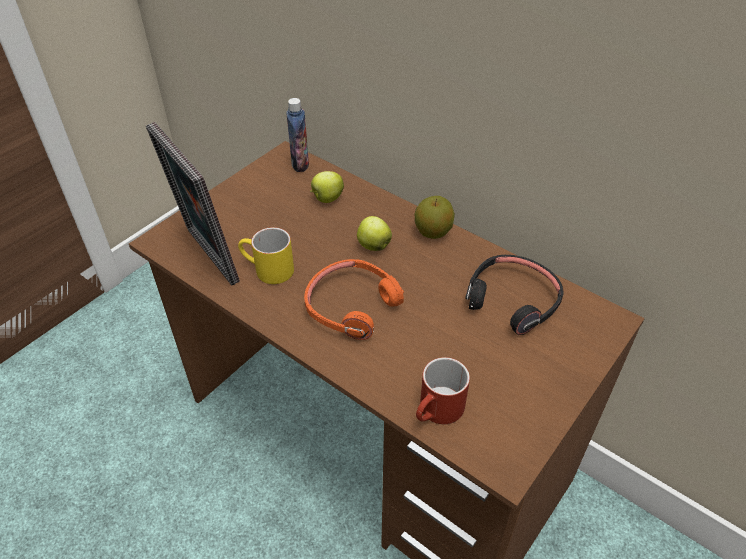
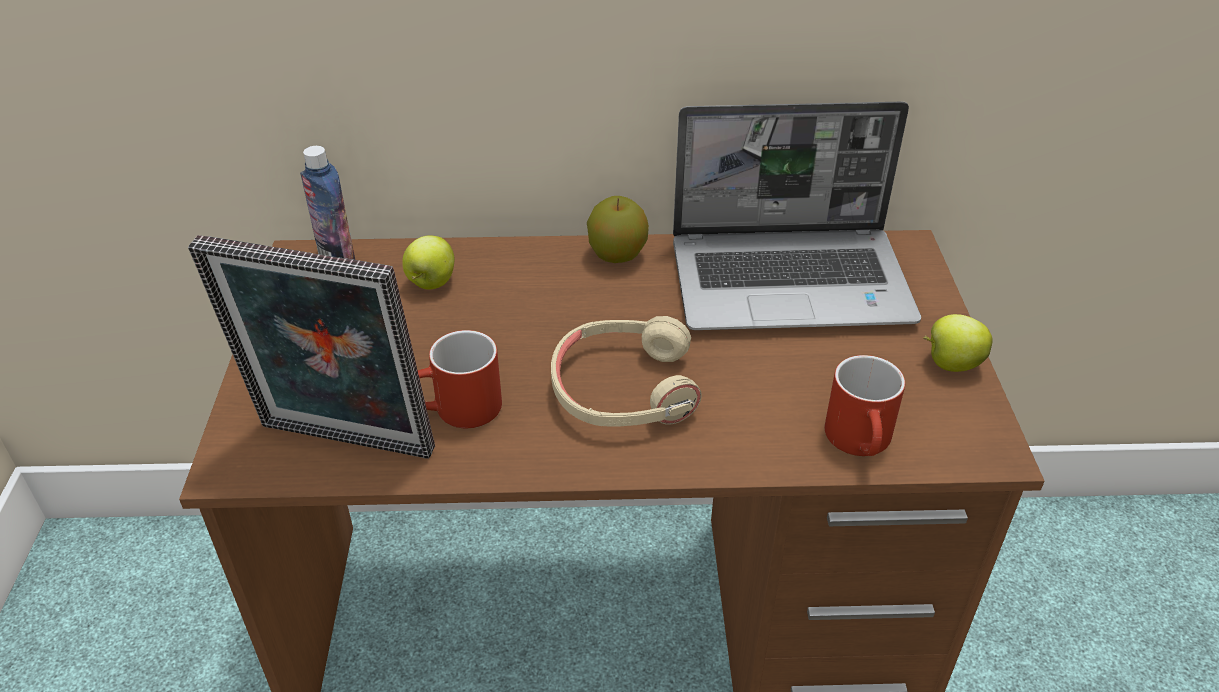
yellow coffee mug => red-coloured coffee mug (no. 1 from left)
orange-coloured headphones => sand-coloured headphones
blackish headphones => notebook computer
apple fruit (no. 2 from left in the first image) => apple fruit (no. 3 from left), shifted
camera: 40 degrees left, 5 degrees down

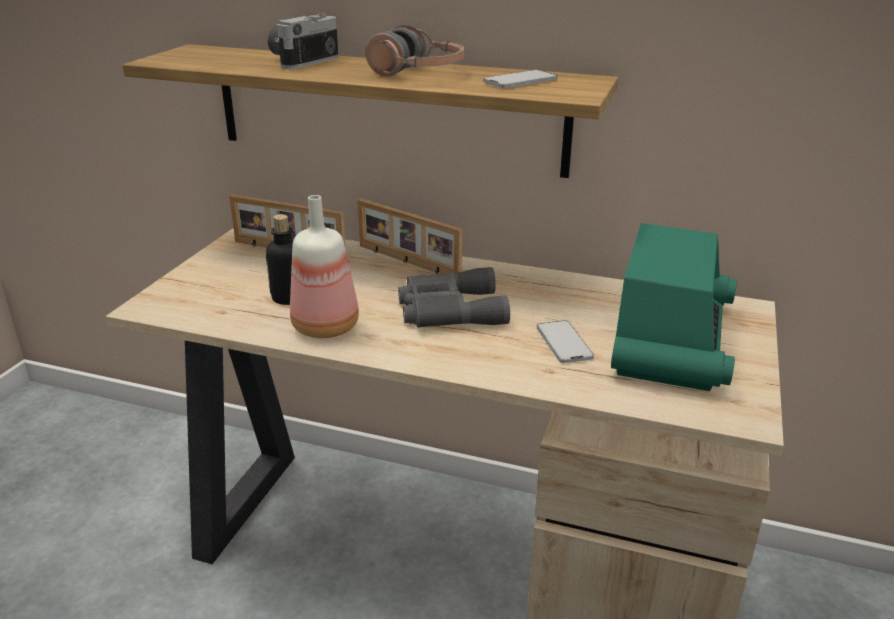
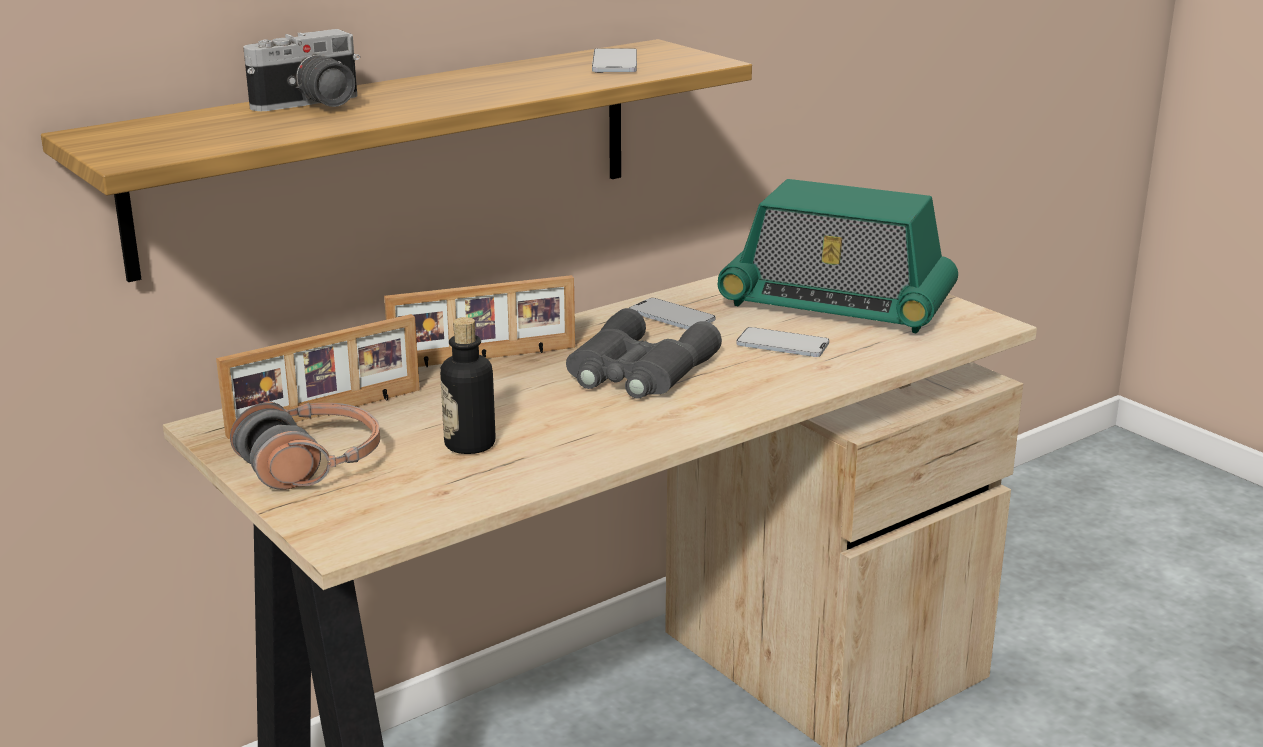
headphones, shifted
photo camera, 105 degrees counterclockwise
nothing => handset (no. 2 from left)
radio, 150 degrees clockwise
drink bottle (no. 2 from left) => nothing
camera: 55 degrees left, 5 degrees down

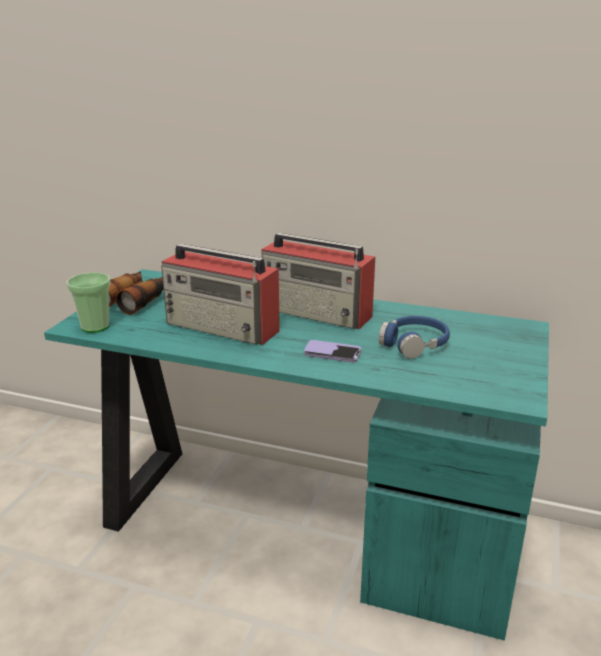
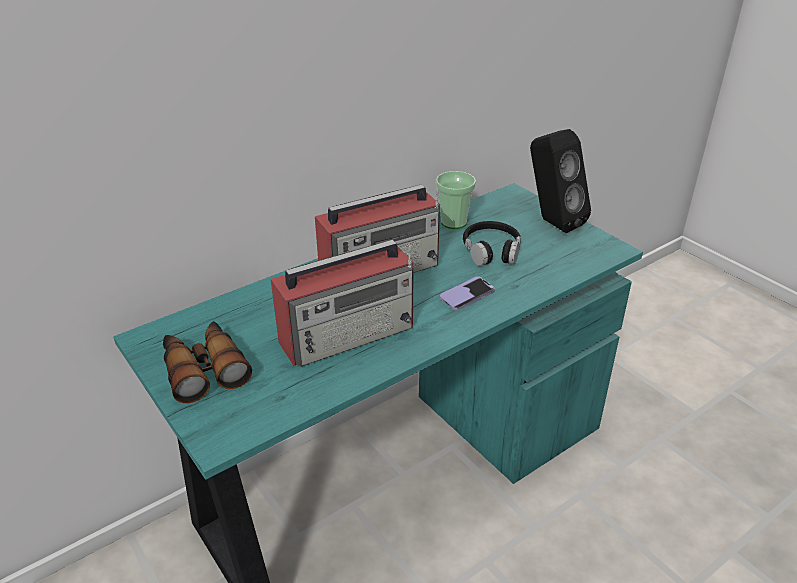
cup, shifted
bluish headphones => blackish headphones
nothing => blackish loudspeaker
camera: 55 degrees left, 10 degrees up

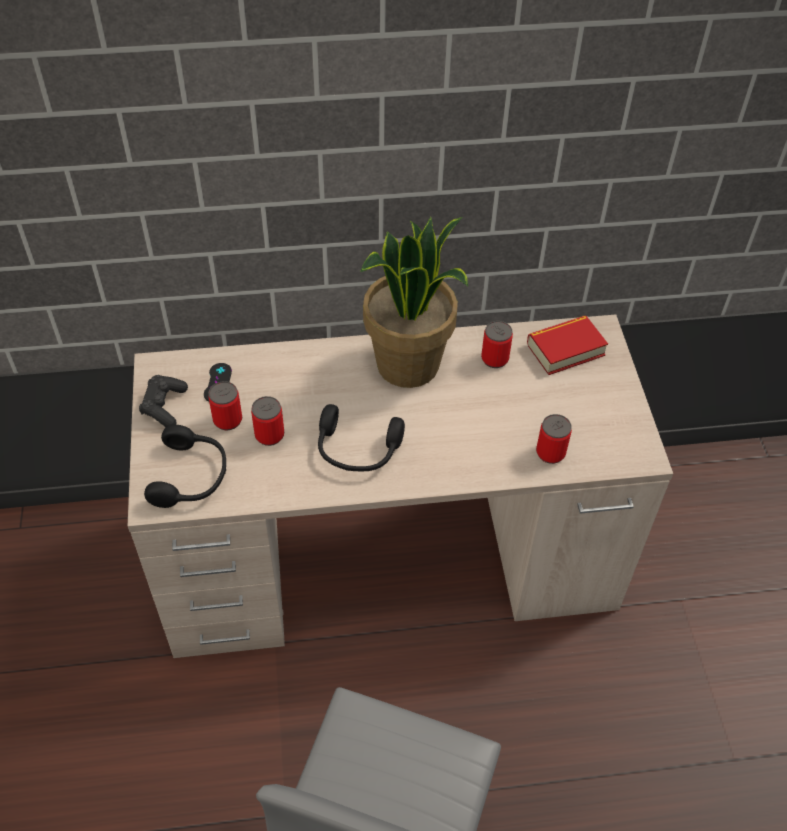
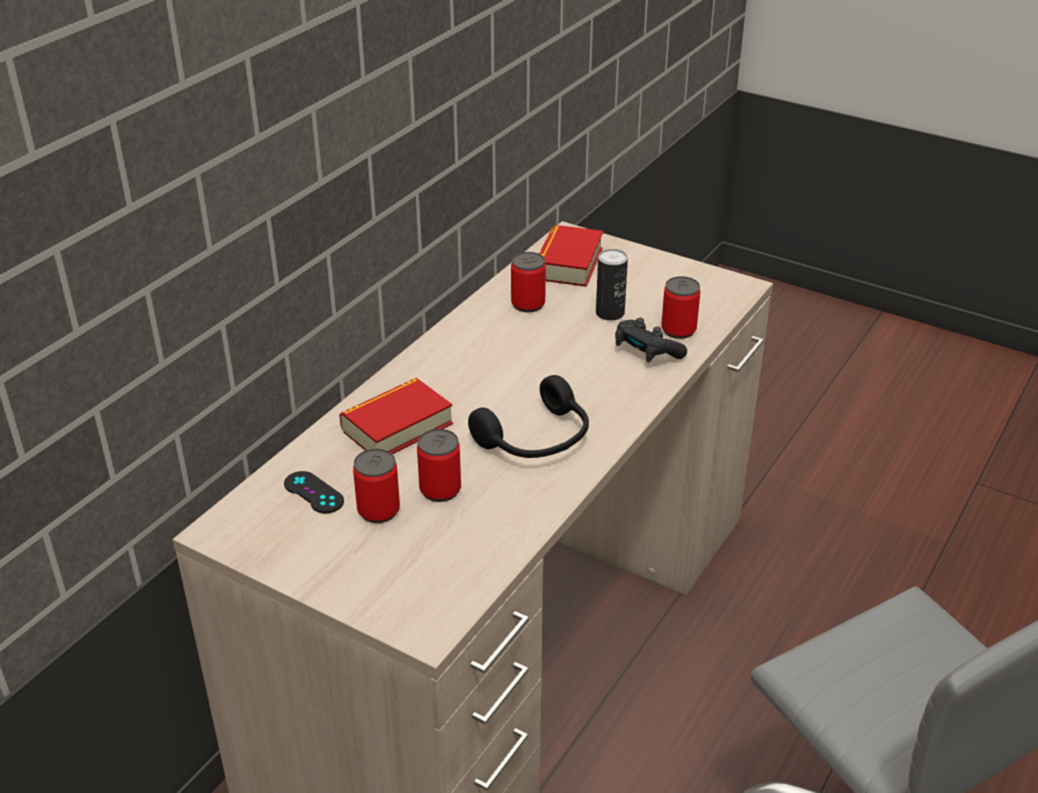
nothing => book (no. 1 from left)
nothing => sealed can (no. 4 from left)
blackish joypad (no. 1 from left in the first image) => blackish joypad (no. 2 from left), shifted
blackish headphones (no. 1 from left) => nothing
potted plant => nothing
camera: 50 degrees left, 15 degrees down

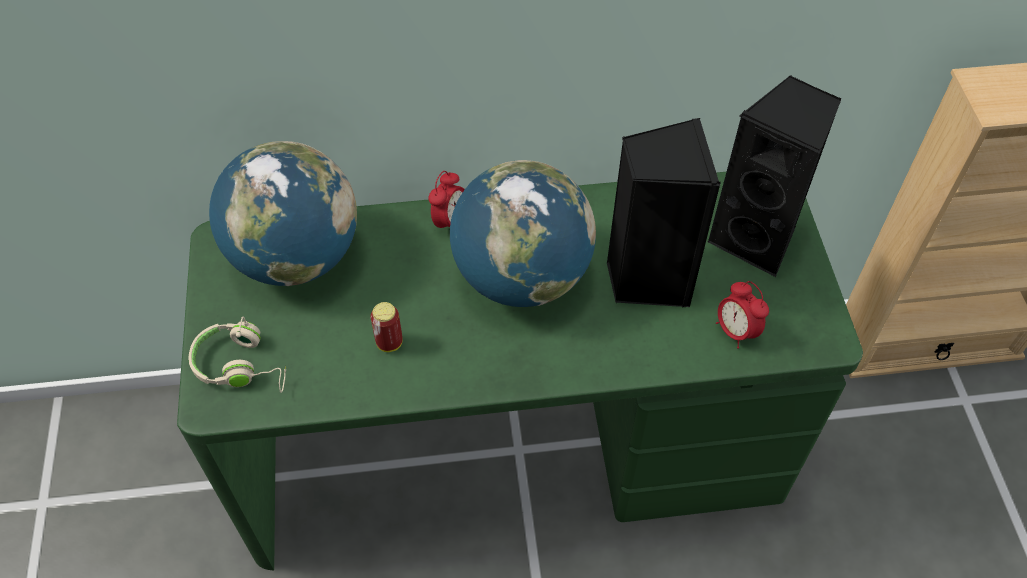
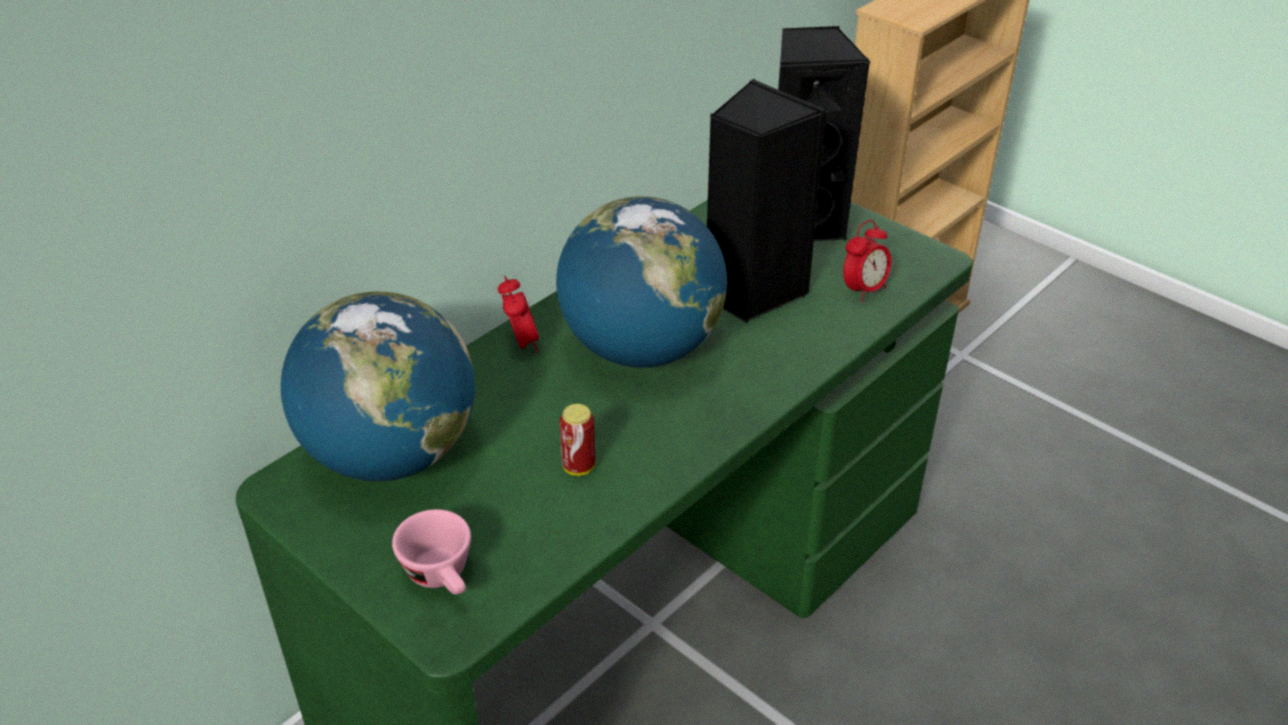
sand-coloured headphones => pink cup
alarm clock (no. 2 from left), 60 degrees counterclockwise
camera: 40 degrees left, 15 degrees down

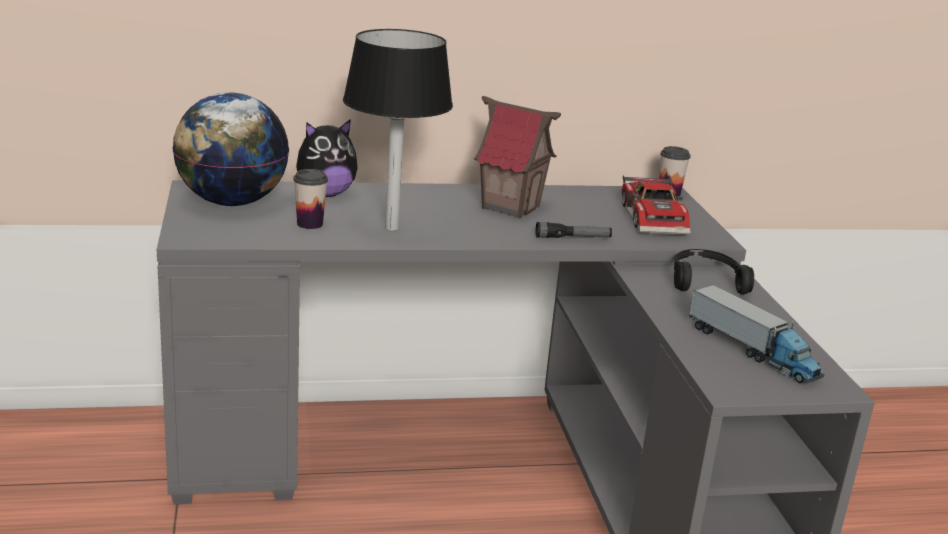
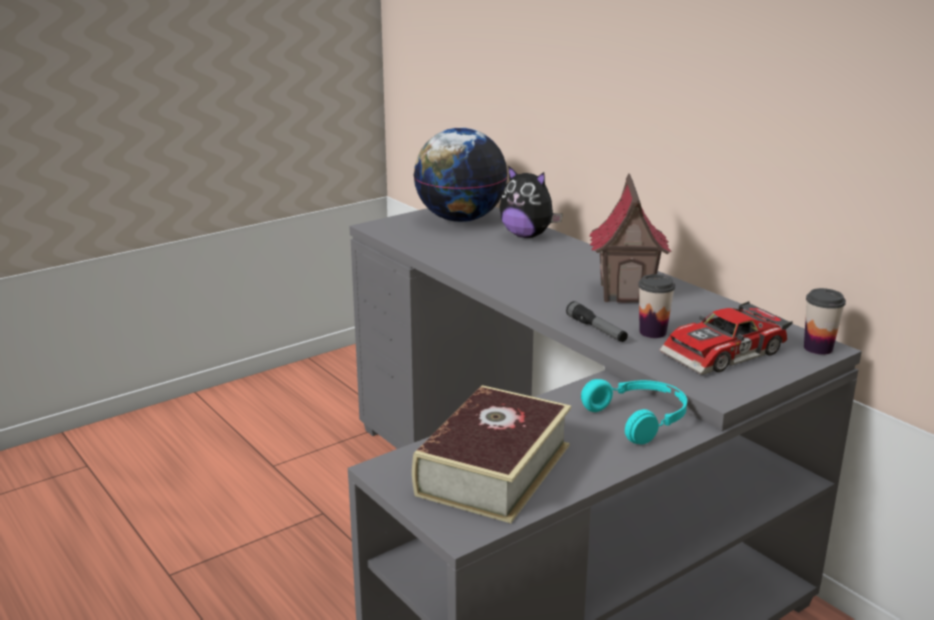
toy truck => book
blackish headphones => blue-green headphones
cup (no. 1 from left), shifted
blackish tabletop lamp => nothing
camera: 65 degrees right, 0 degrees up

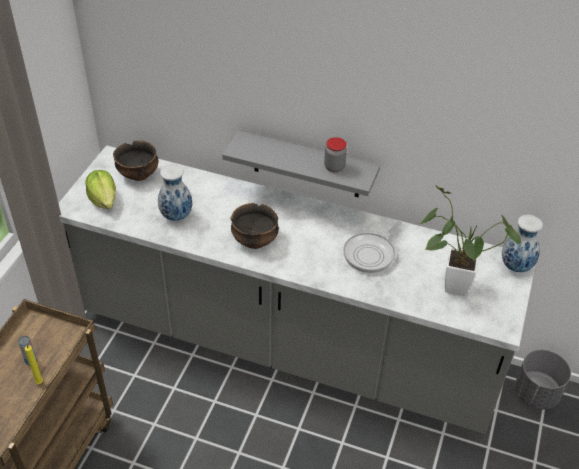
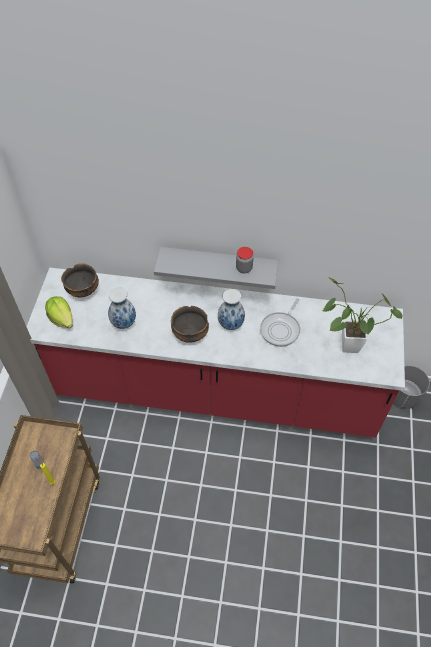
gray counter => red-coloured counter
vase (no. 2 from left), shifted
camera: 10 degrees left, 10 degrees up

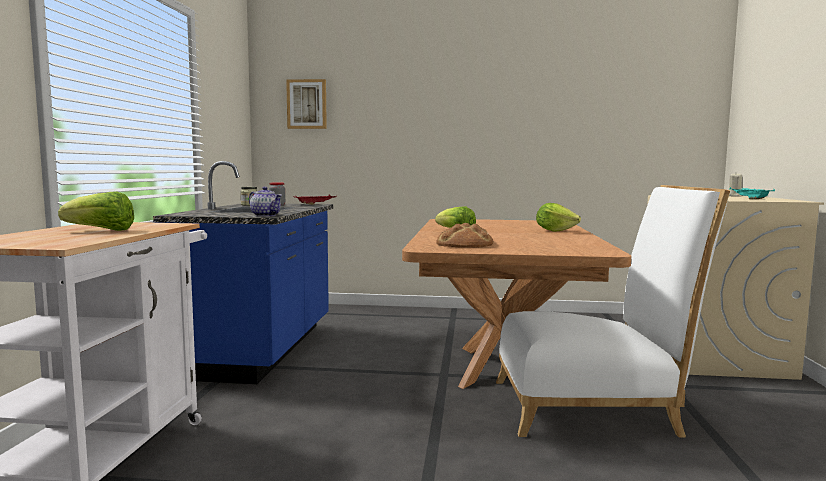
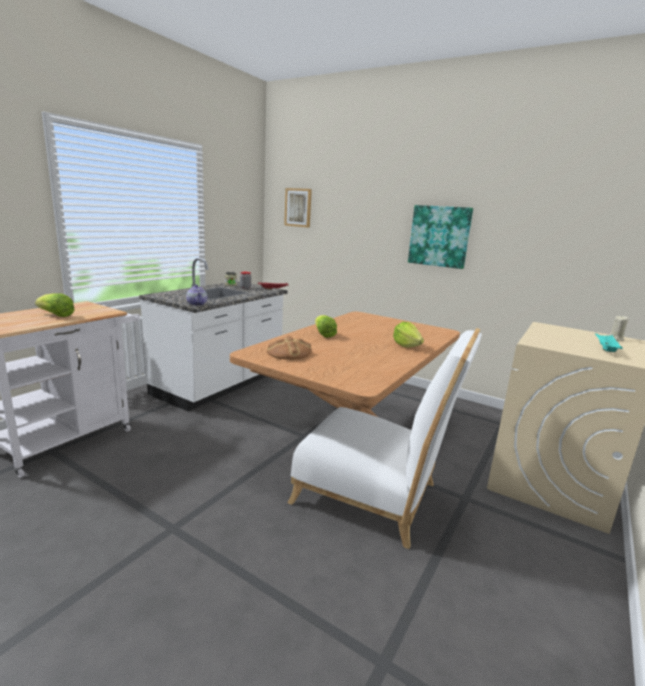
bluish counter => whitish counter
nothing => wall picture (no. 2 from left)
camera: 25 degrees right, 10 degrees up

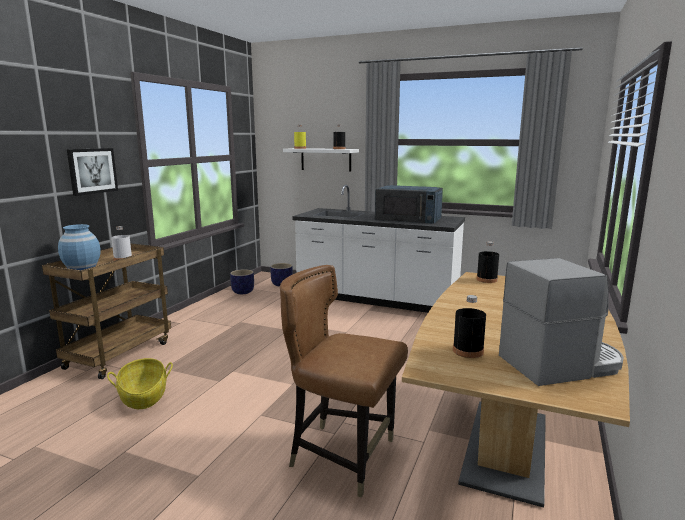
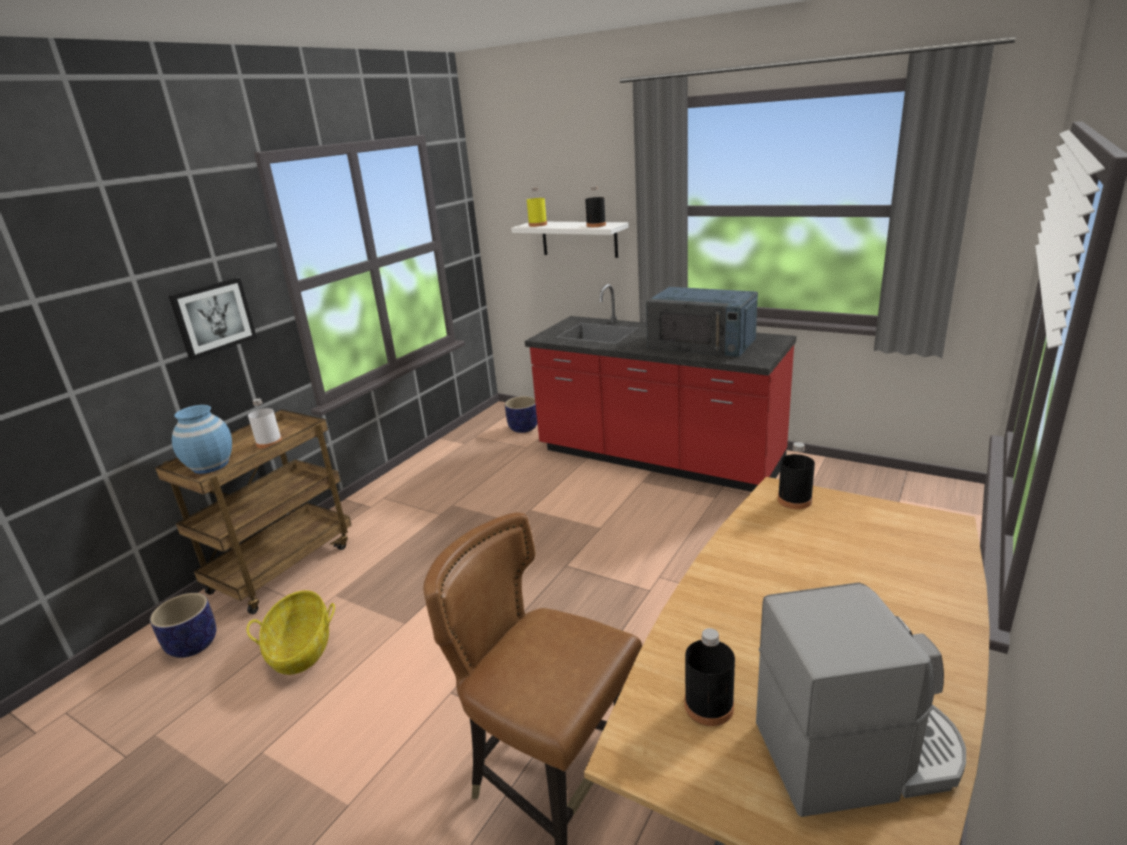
plant pot (no. 1 from left), shifted
whitish counter => red-coloured counter
camera: 10 degrees right, 10 degrees up

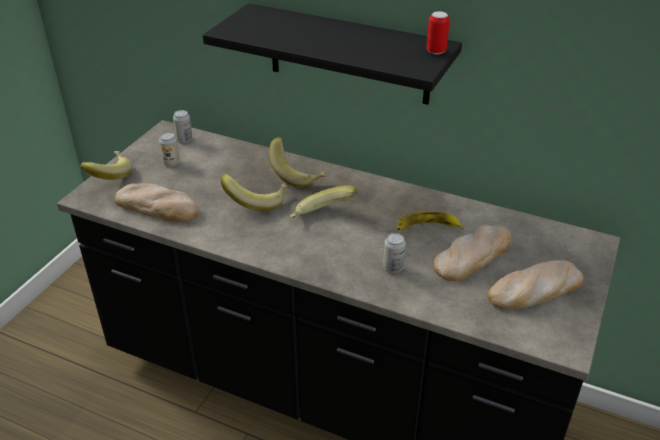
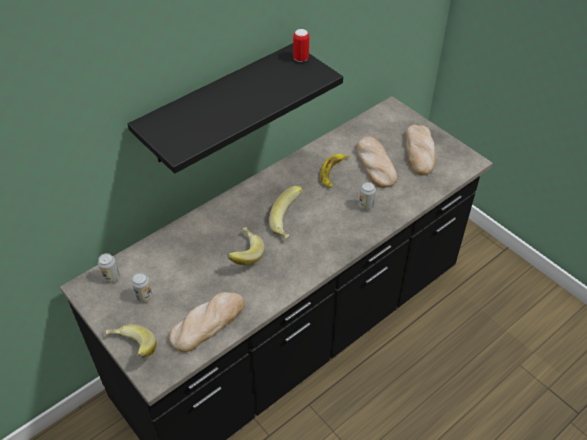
banana fruit (no. 3 from left) => nothing
camera: 65 degrees left, 10 degrees up

